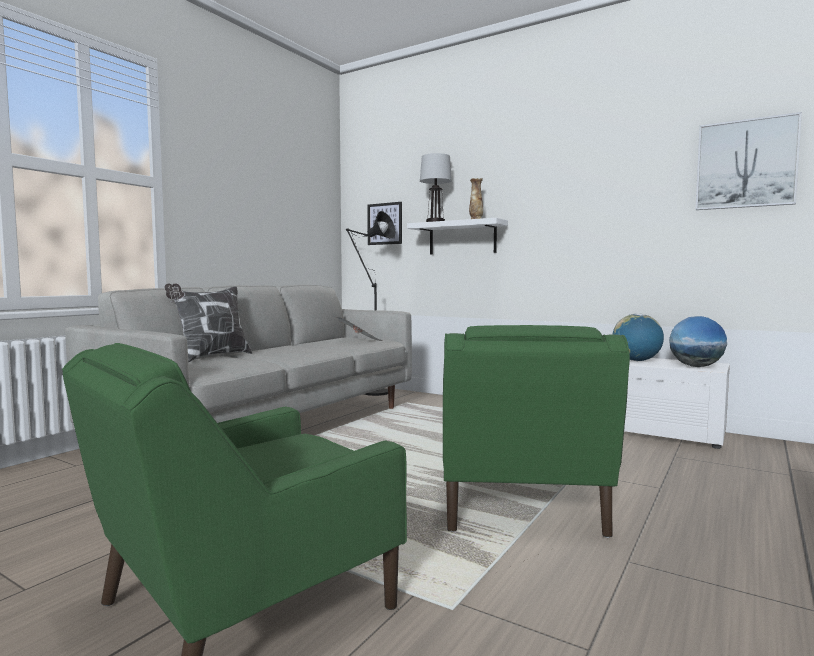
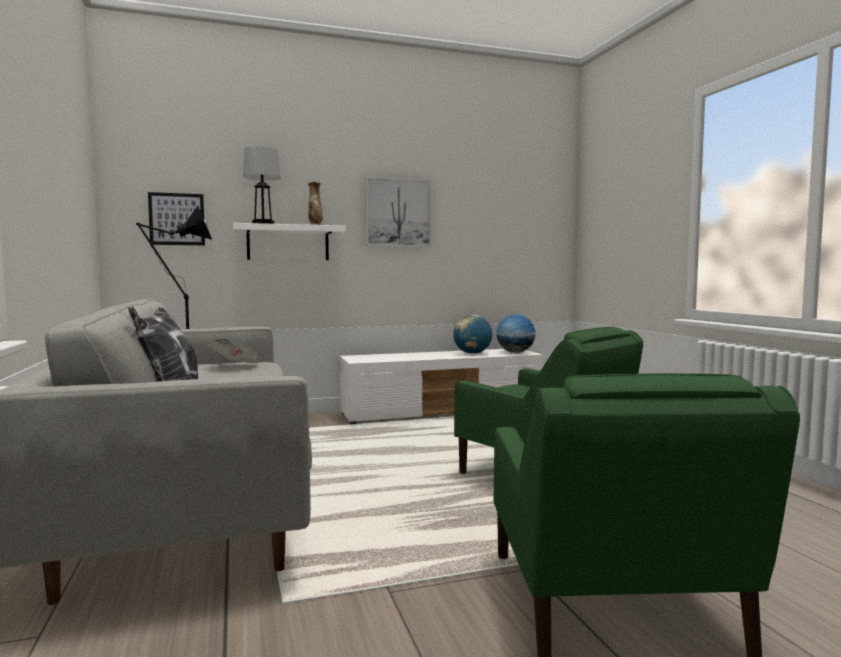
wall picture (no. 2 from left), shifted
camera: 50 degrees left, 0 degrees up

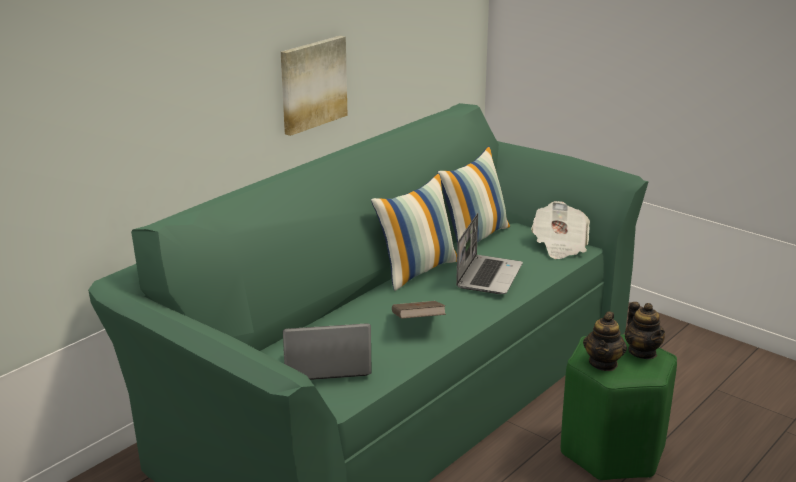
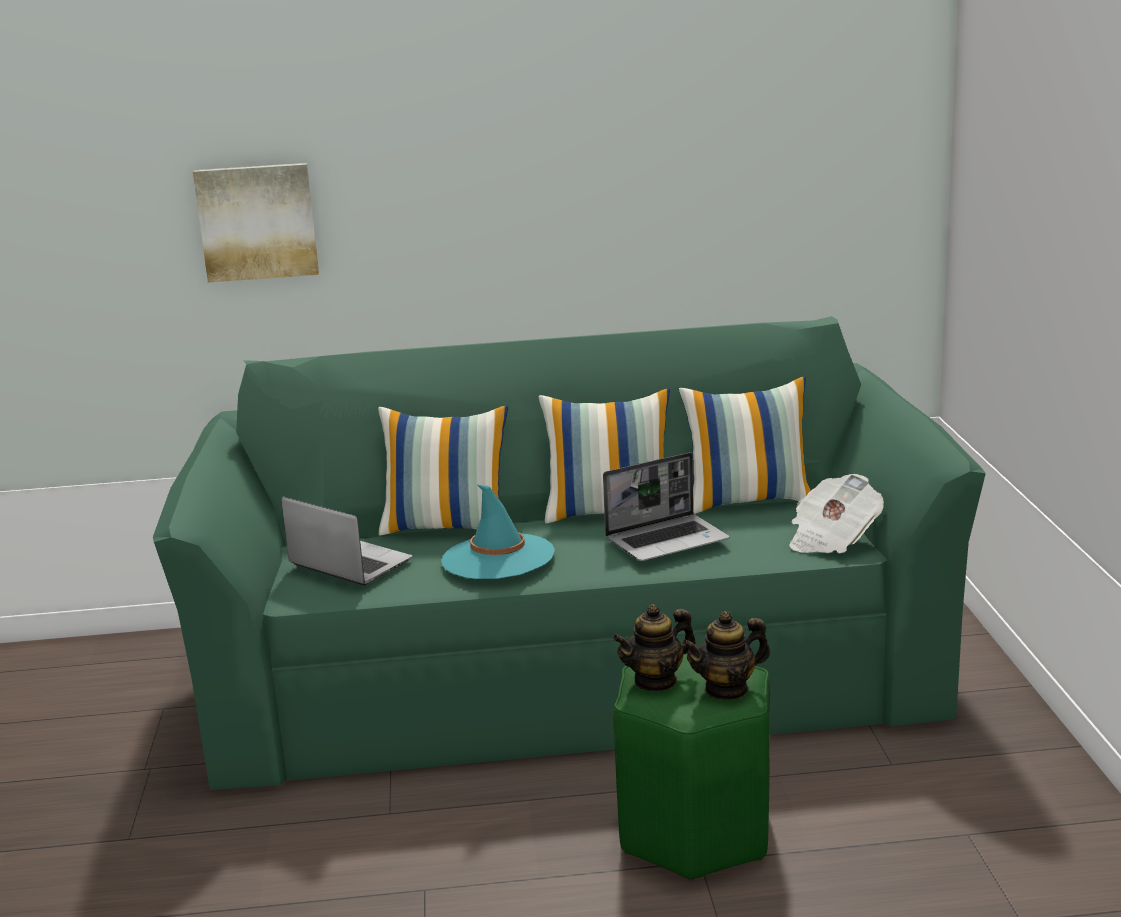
wall picture, shifted
nothing => pillow (no. 1 from left)
brown-coloured book => blue-green hat
pot for tea (no. 2 from left), 45 degrees clockwise
camera: 45 degrees right, 5 degrees down

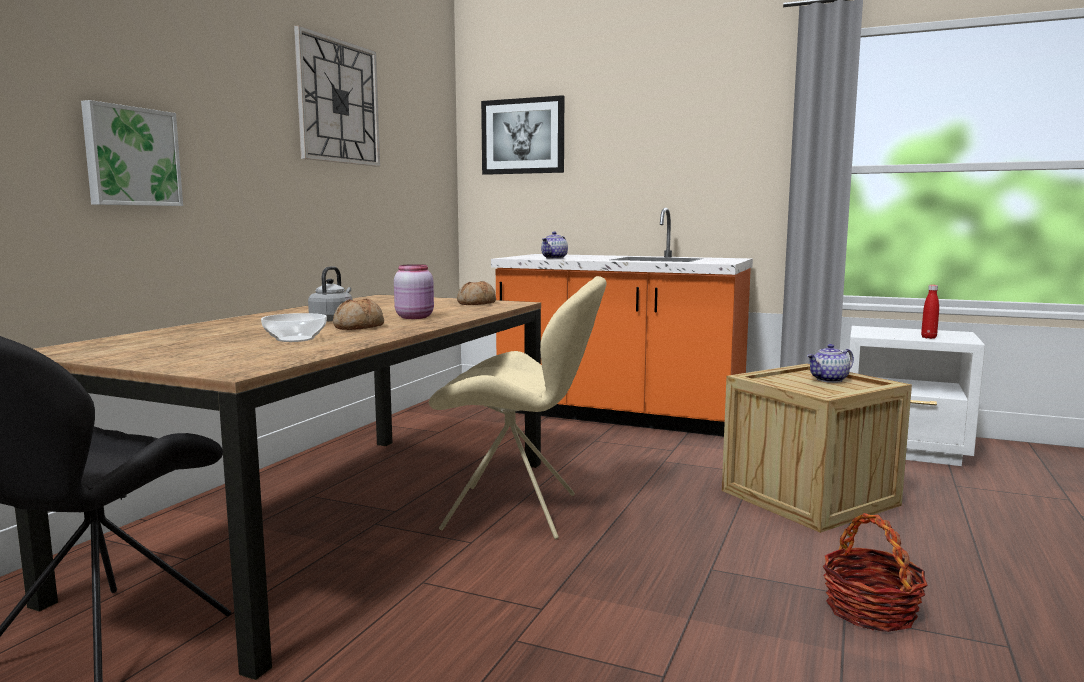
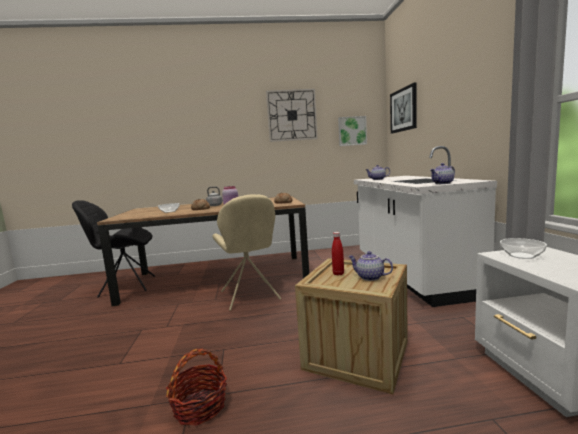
red-coloured drink bottle, shifted
wall picture (no. 1 from left), shifted
orange-coloured counter => whitish counter
nothing => pot for tea (no. 3 from left)
nothing => serving bowl (no. 2 from left)
camera: 60 degrees right, 0 degrees up

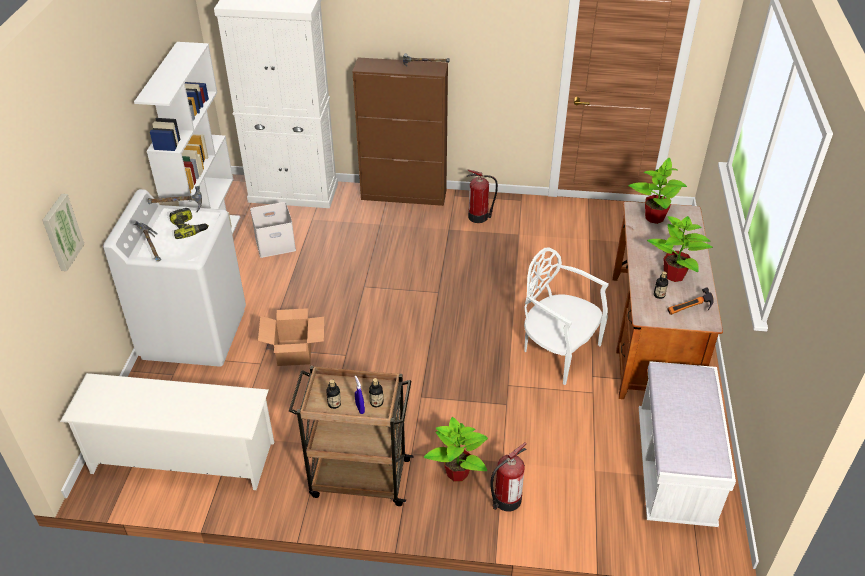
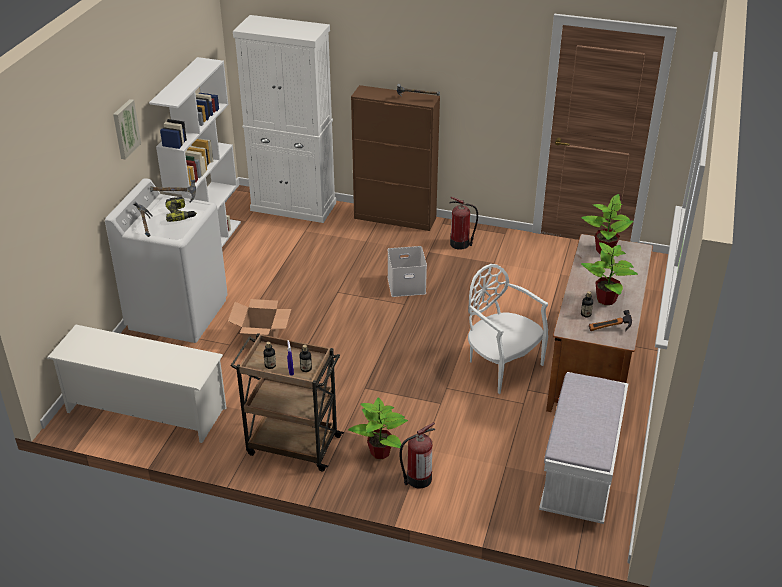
wall picture, shifted
whitish storage container, shifted
camera: 10 degrees right, 5 degrees down

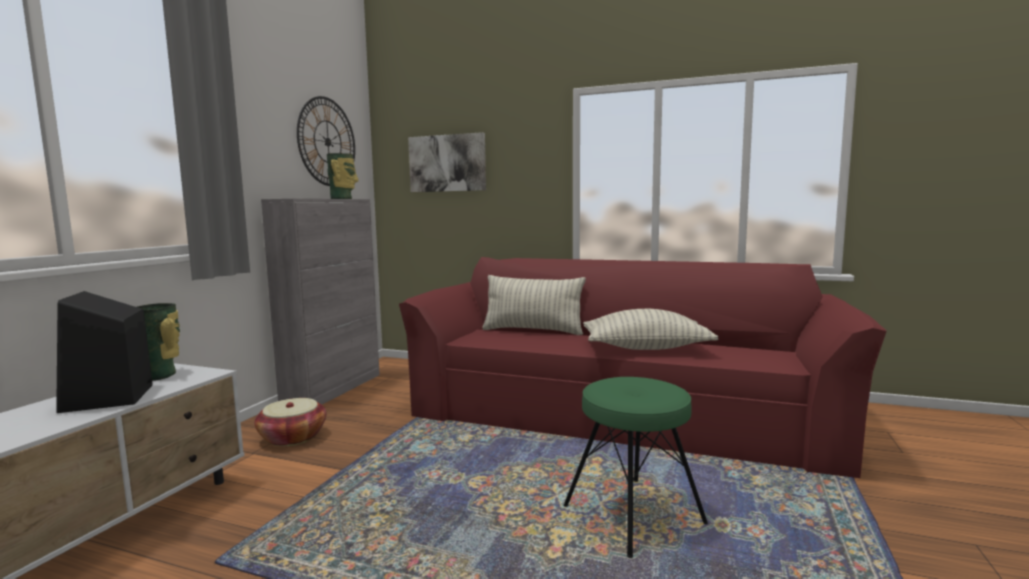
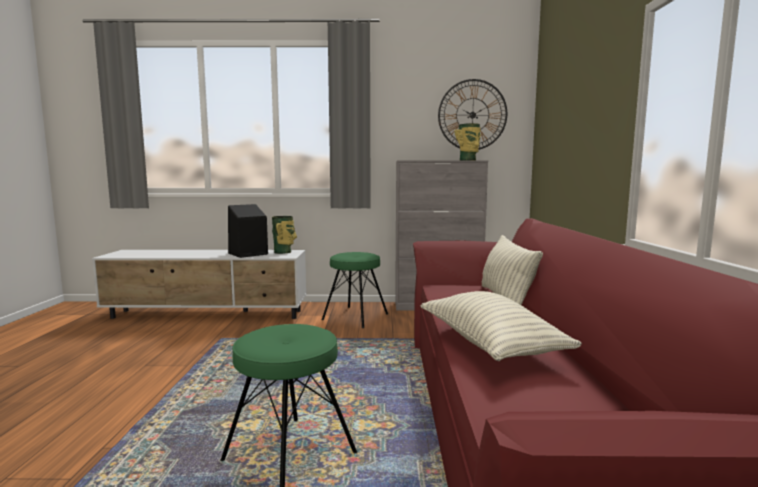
household basket => greenish stool seat (no. 2 from left)
wall picture => nothing
camera: 70 degrees right, 0 degrees up

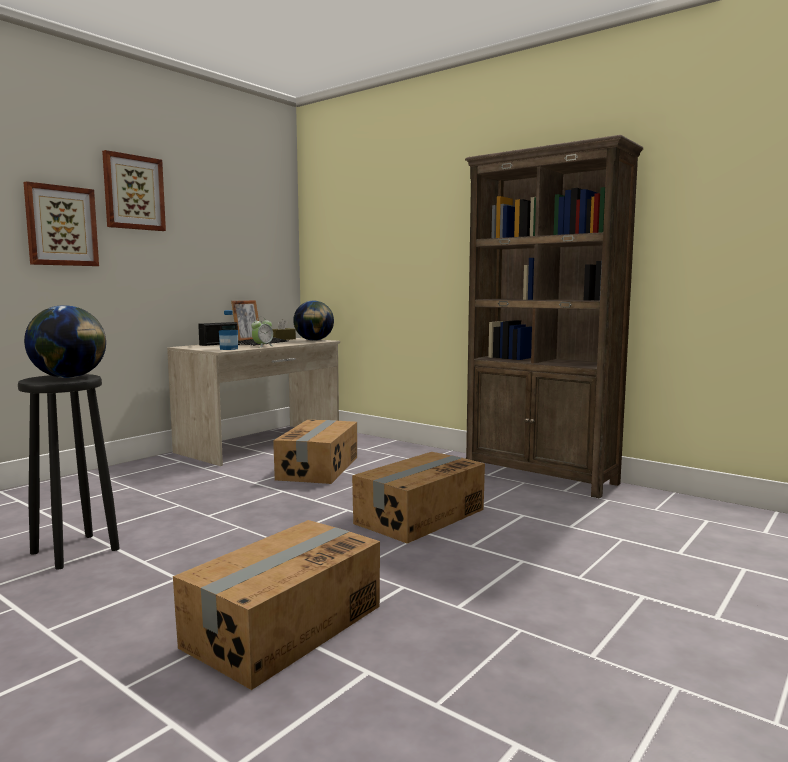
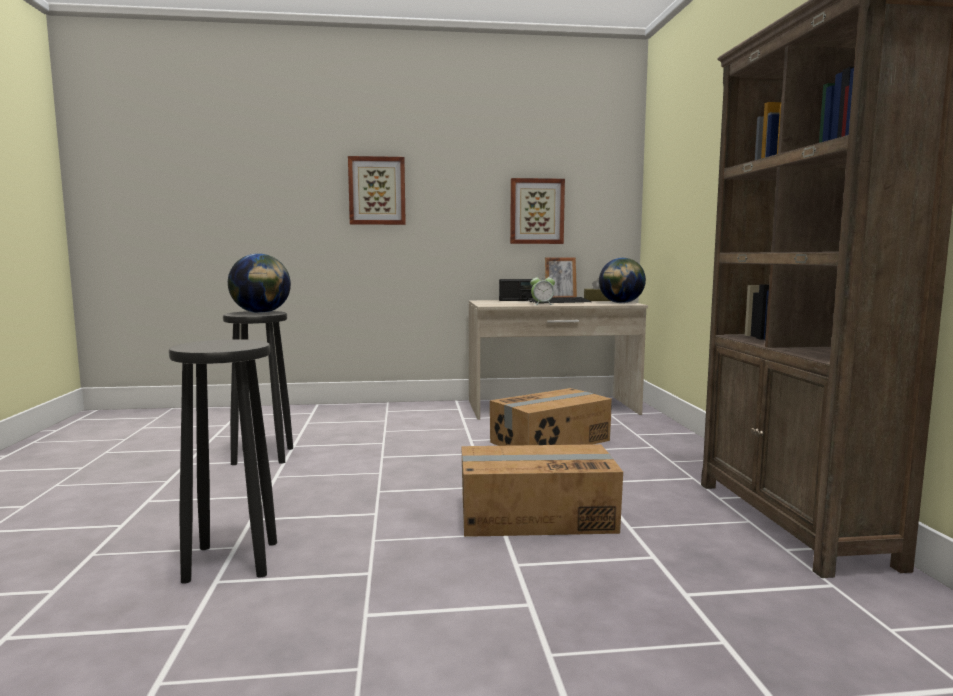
cardboard box (no. 1 from left) => blackish stool seat (no. 1 from left)
wall picture (no. 2 from left), shifted
drink bottle => nothing
camera: 45 degrees right, 0 degrees up

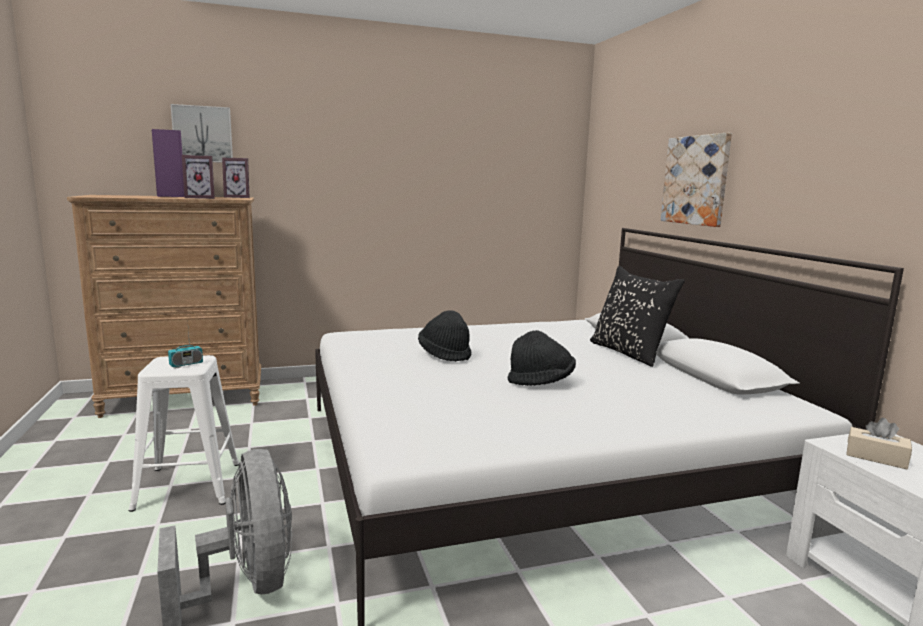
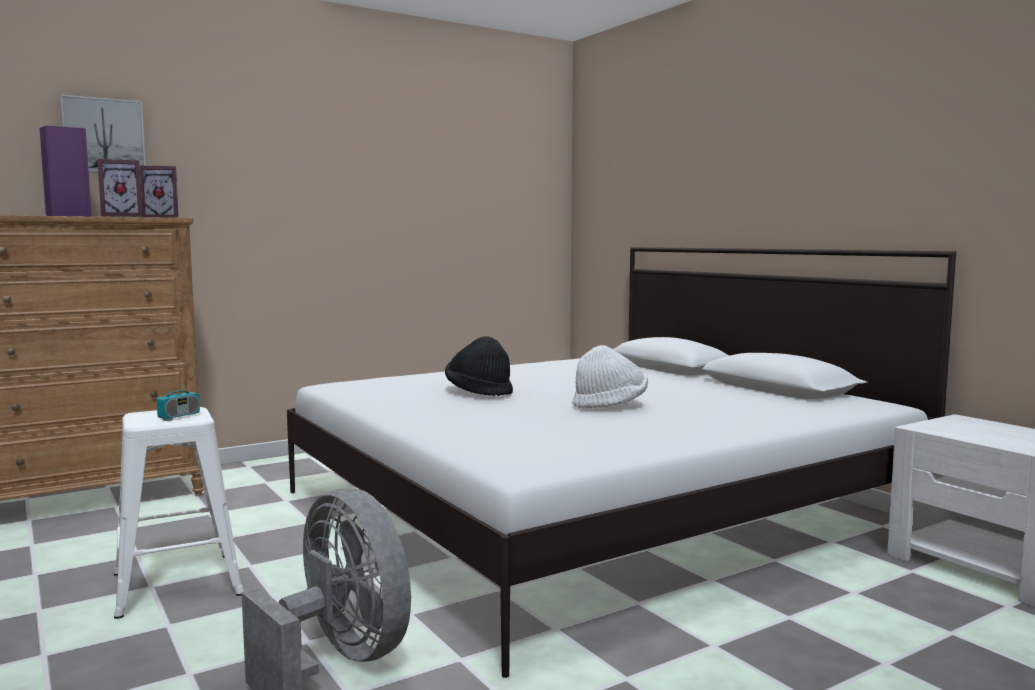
blackish hat (no. 2 from left) => whitish hat
blackish pillow => nothing
wall picture (no. 2 from left) => nothing
sand-coloured tissue box => nothing
camera: 15 degrees left, 5 degrees down

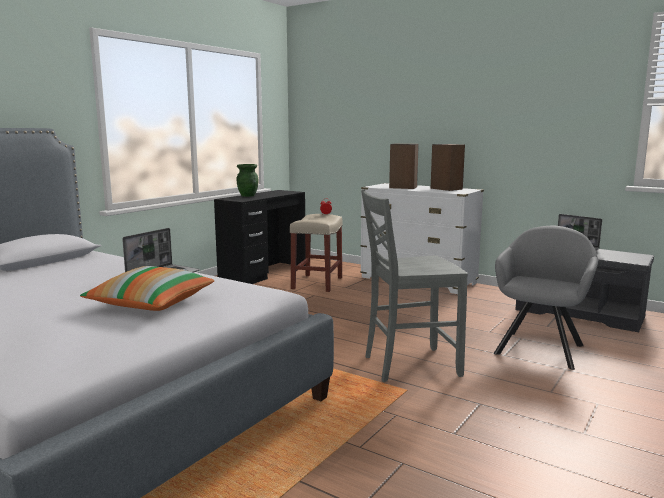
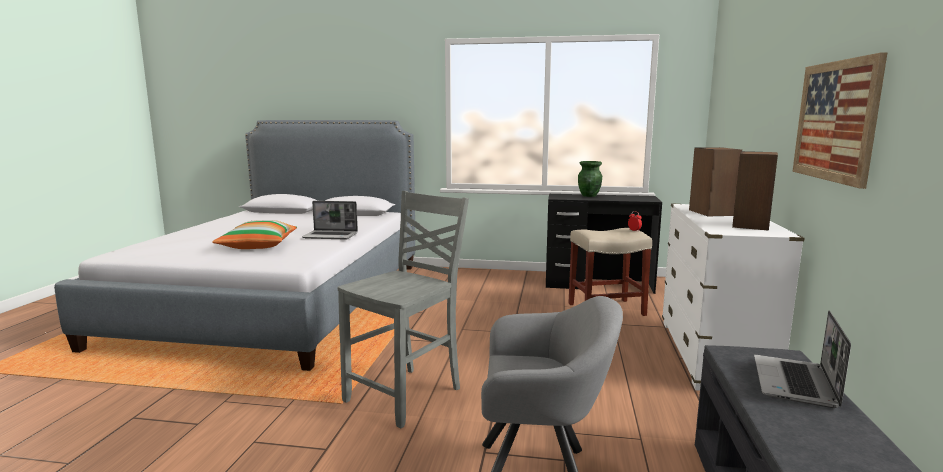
gray chair, 75 degrees clockwise
nothing => wall picture
camera: 65 degrees right, 0 degrees up

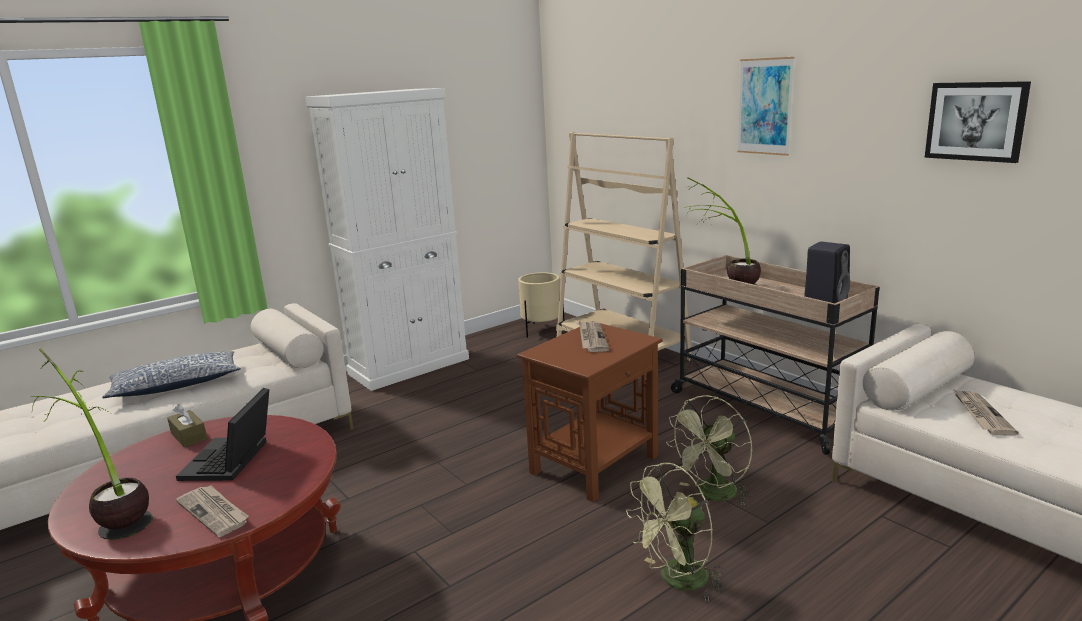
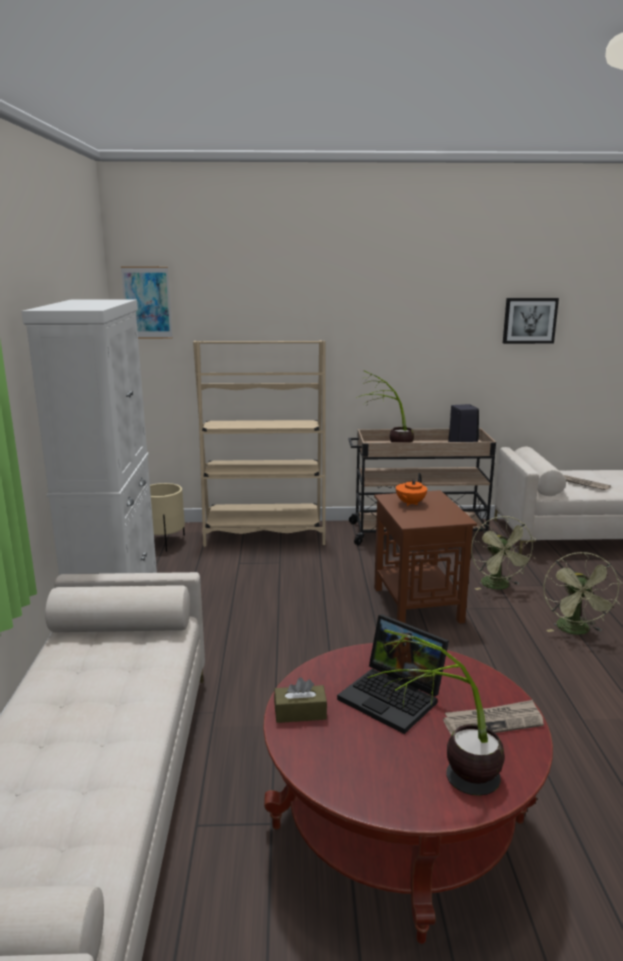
wall picture (no. 1 from left), shifted
daily paper (no. 2 from left) => orange-coloured pot for tea
pillow => nothing
camera: 55 degrees left, 0 degrees up

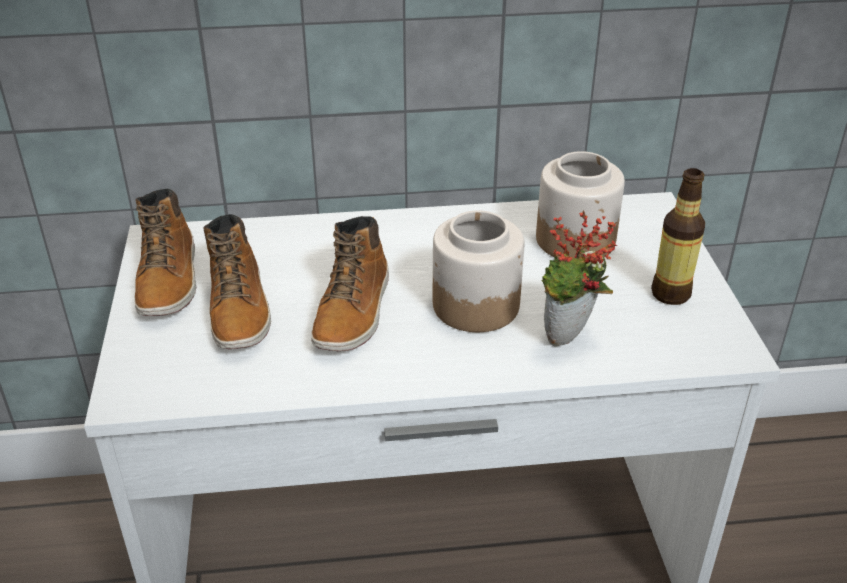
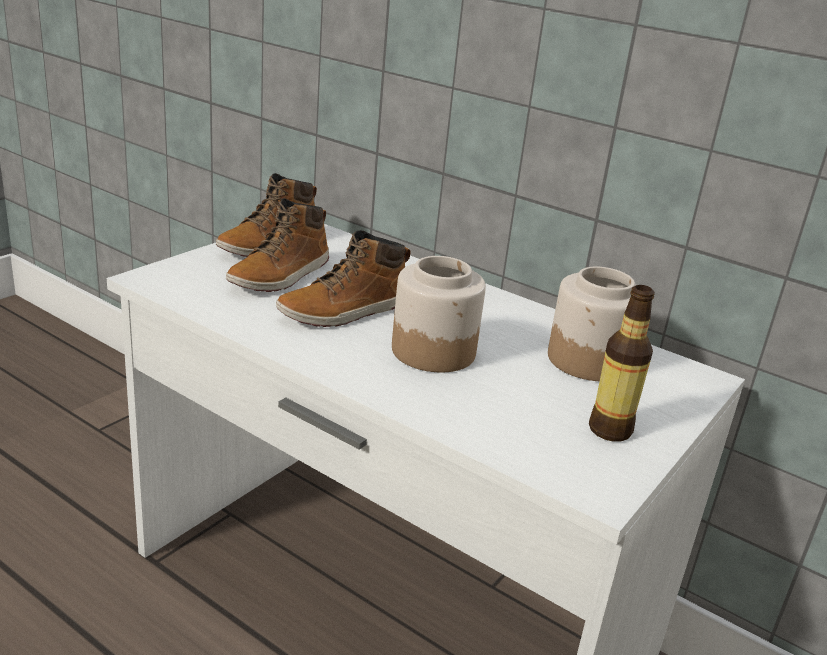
potted plant => nothing
camera: 40 degrees right, 10 degrees down

